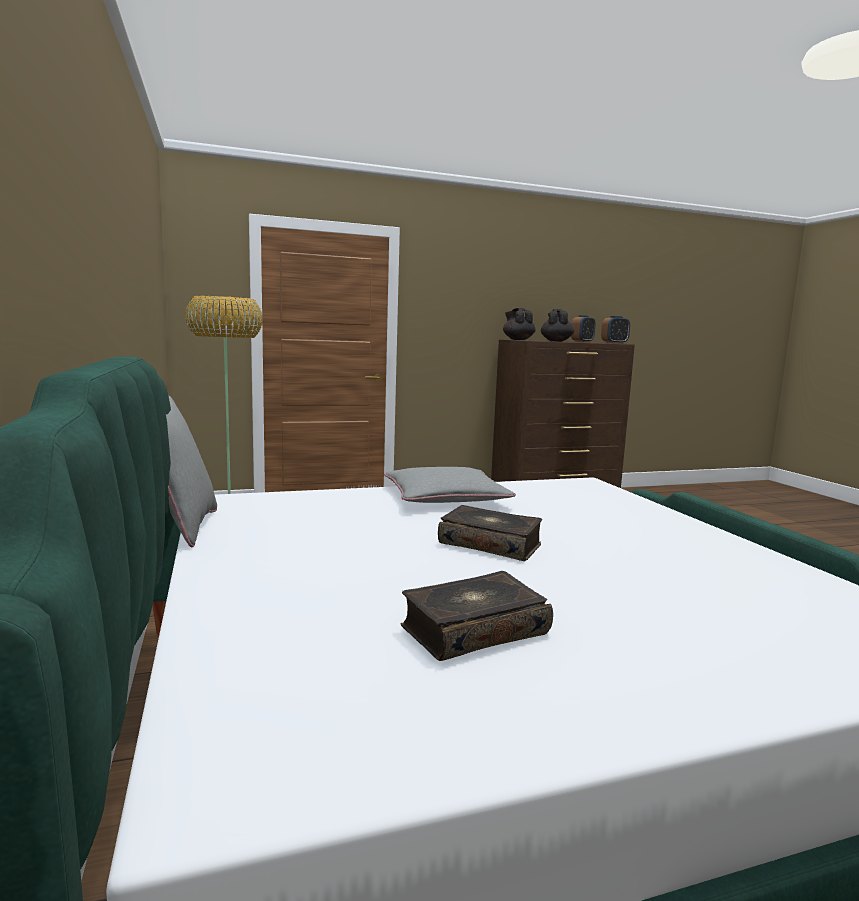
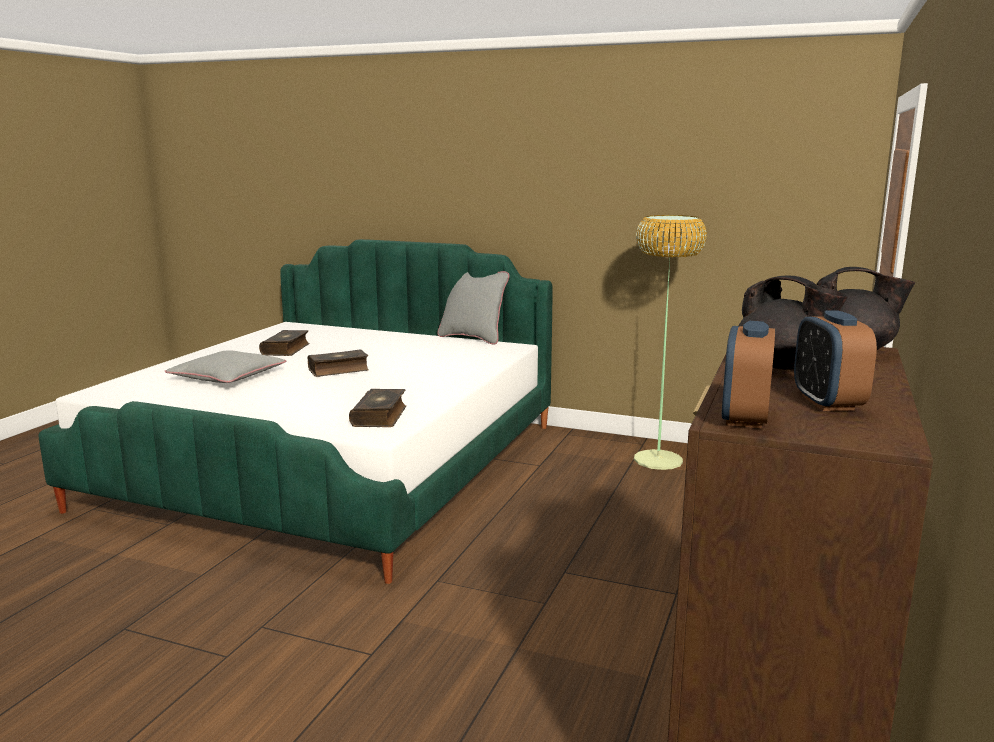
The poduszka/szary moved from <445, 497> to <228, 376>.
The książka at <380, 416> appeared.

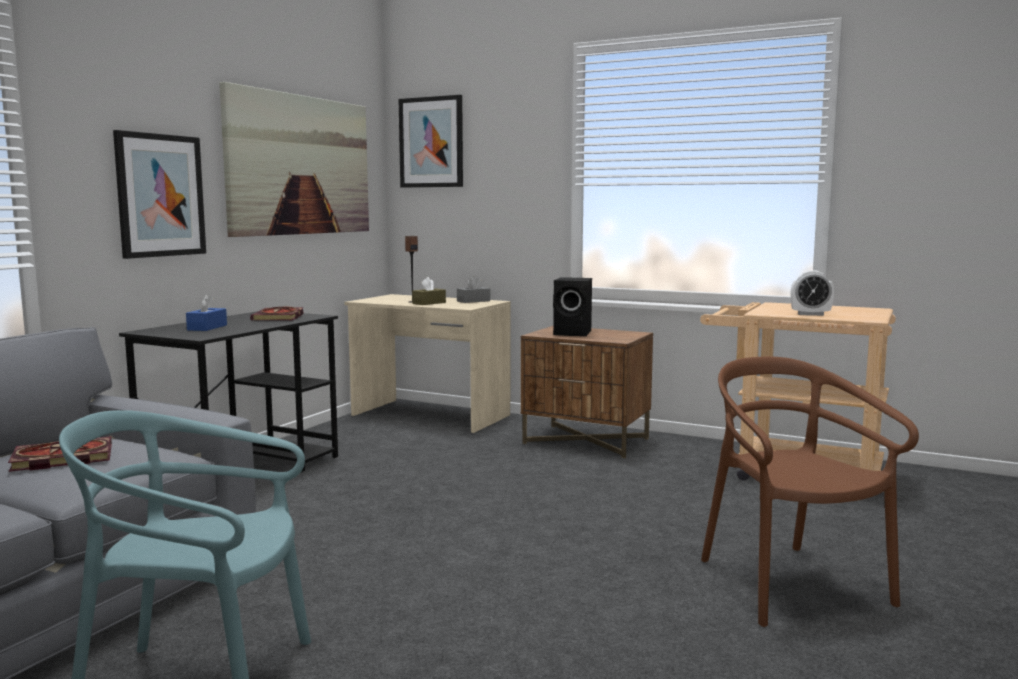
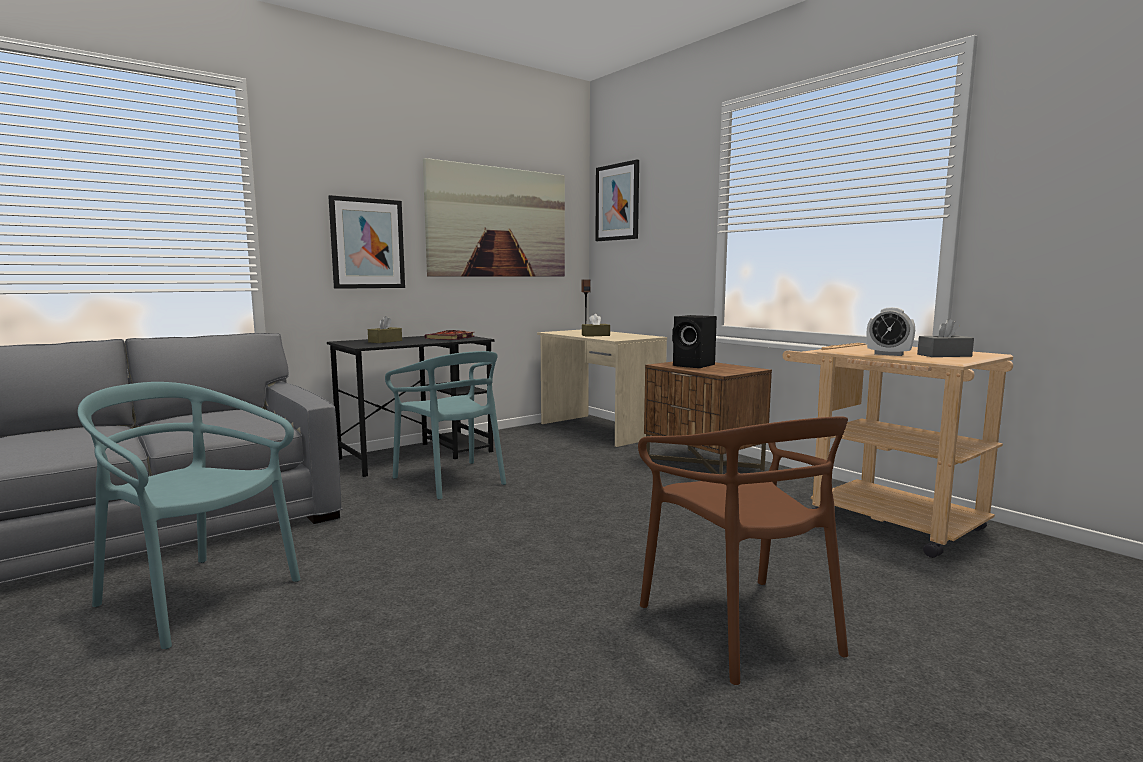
The książka at <60, 459> disappeared.
The pudełko chusteczek/niebieski at <207, 327> became the pudełko chusteczek/brązowy at <385, 341>.
The pudełko chusteczek/szary moved from <473, 301> to <944, 355>.
The krzesło/brązowy at <790, 584> turned 150 degrees clockwise.
The krzesło/turkusowy at <451, 480> appeared.

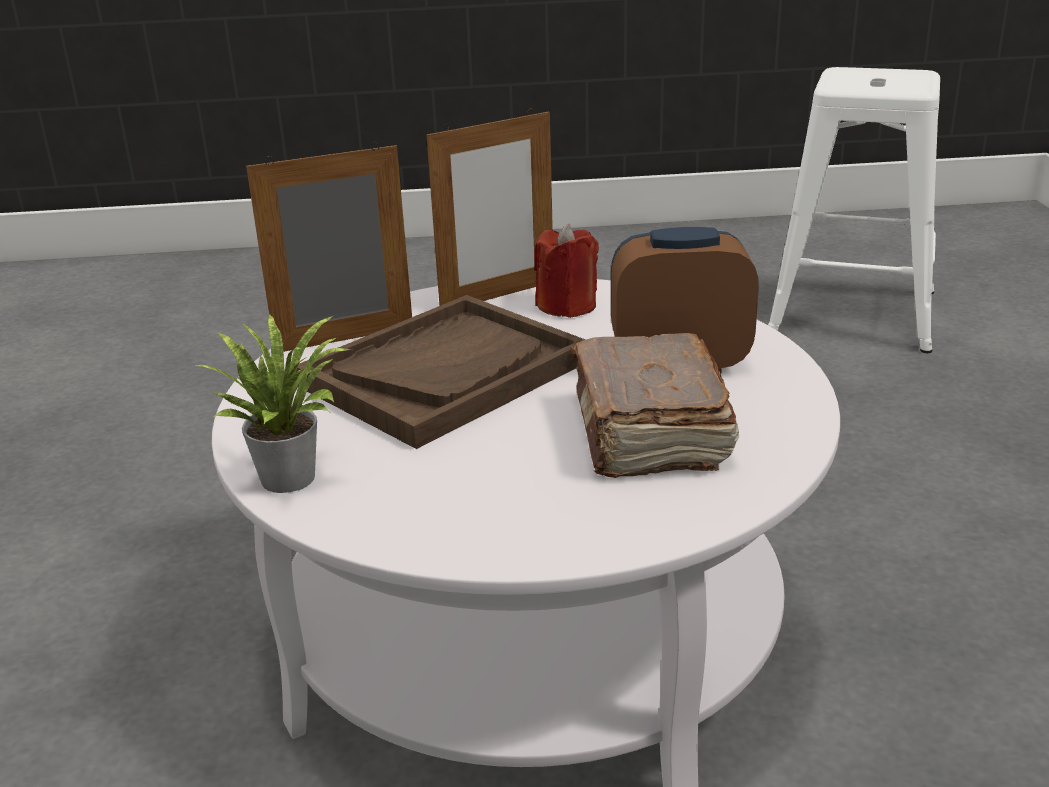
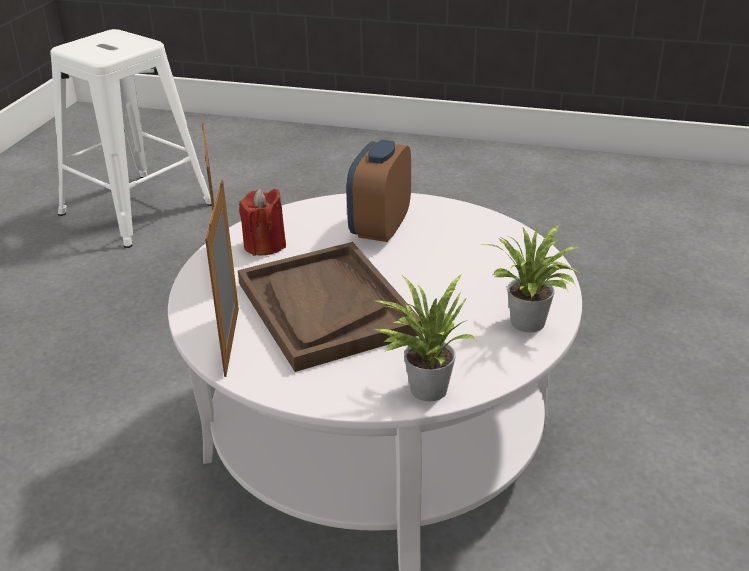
The książka/brązowy at <648, 434> disappeared.
The roślina doniczkowa at <529, 325> appeared.

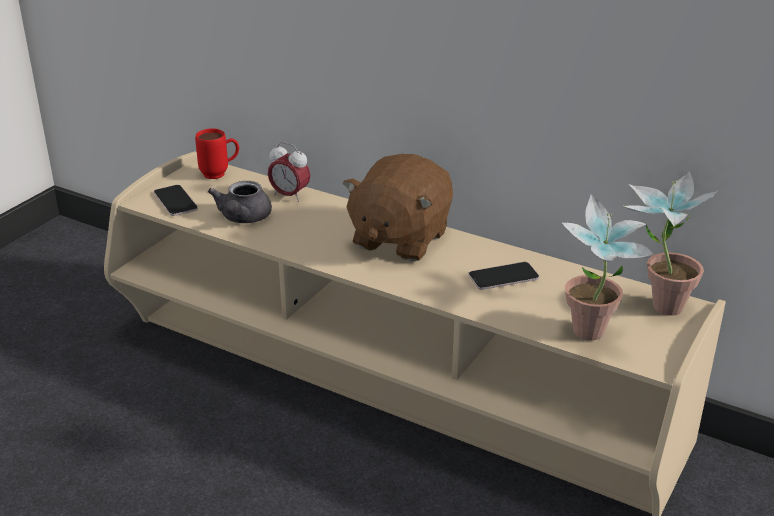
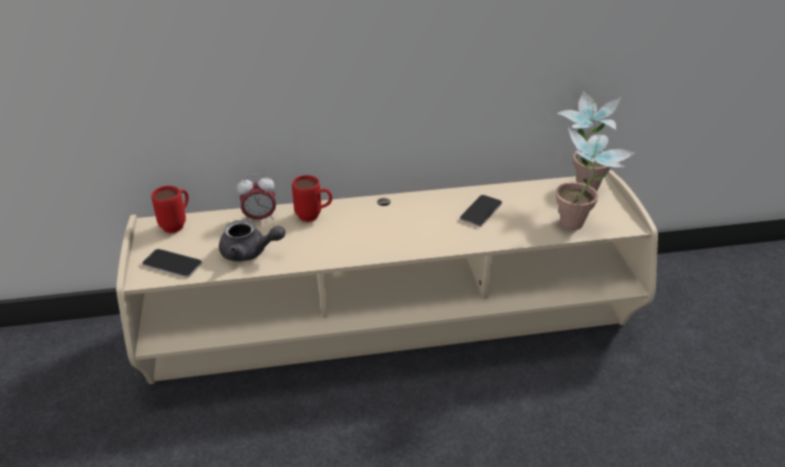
The imbryk/szary at <243, 219> turned 45 degrees counterclockwise.
The pluszak/brązowy at <399, 238> disappeared.
The kubek/czerwony at <314, 217> appeared.

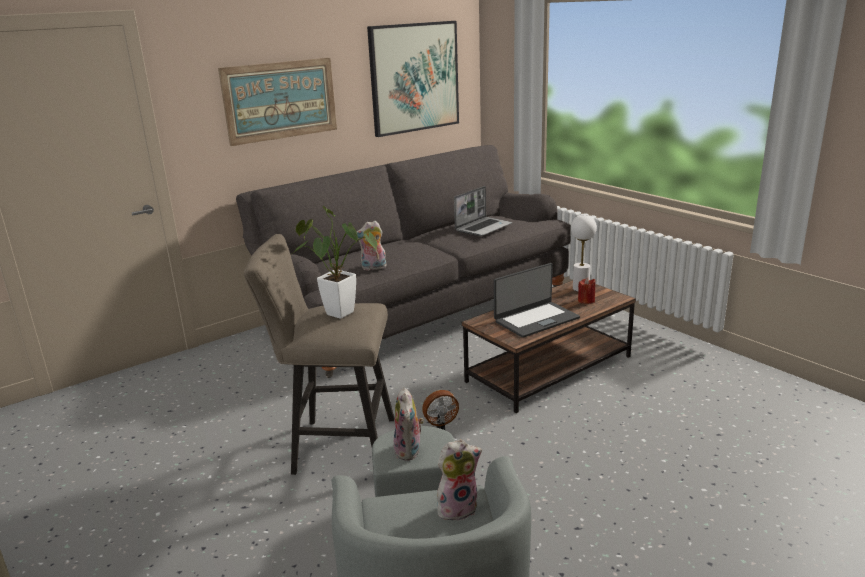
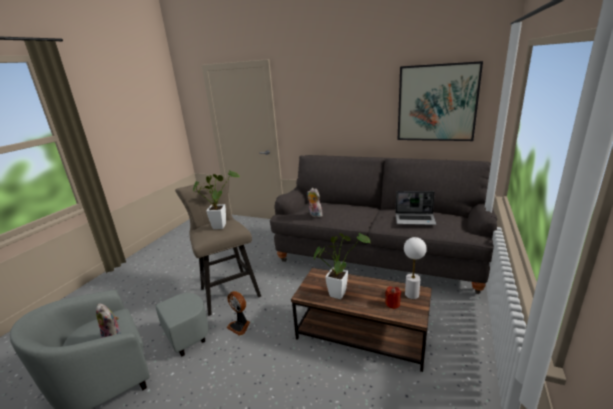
The obraz at <280, 100> disappeared.
The pluszak at <409, 451> disappeared.
The laptop at <536, 319> was replaced by the roślina doniczkowa at <339, 292>.

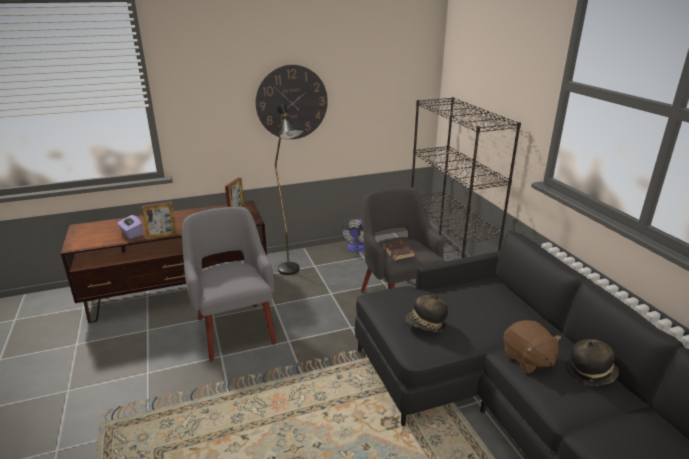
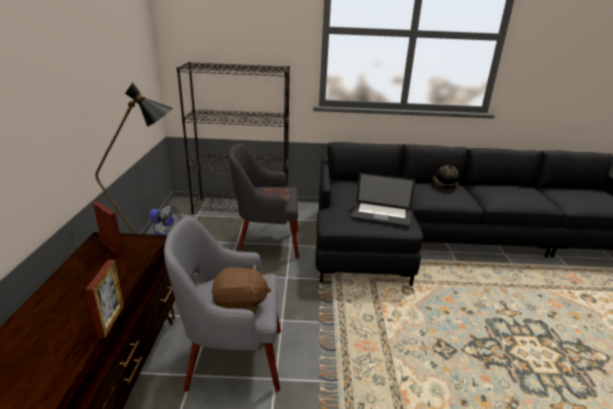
The pudełko chusteczek/fioletowy at <131, 234> disappeared.
The zegar ścienny at <292, 102> disappeared.
The kapelusz at <426, 325> was replaced by the laptop at <381, 215>.
The pluszak/brązowy moved from <527, 359> to <240, 304>.

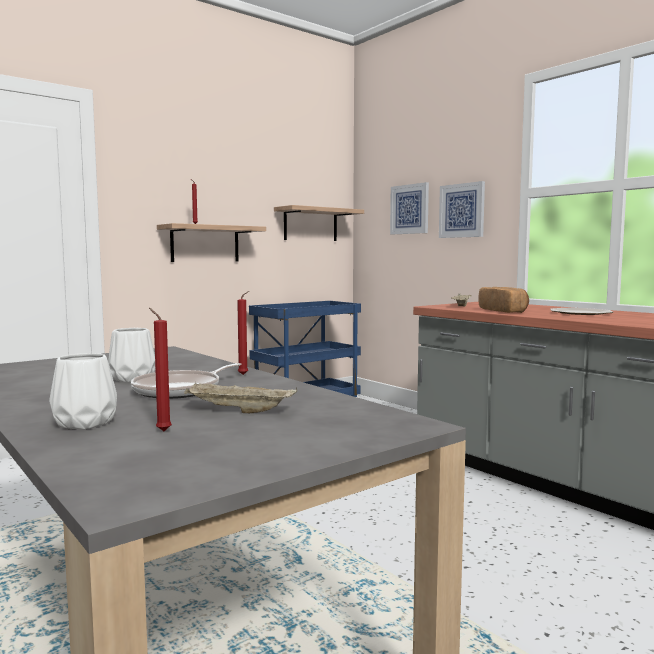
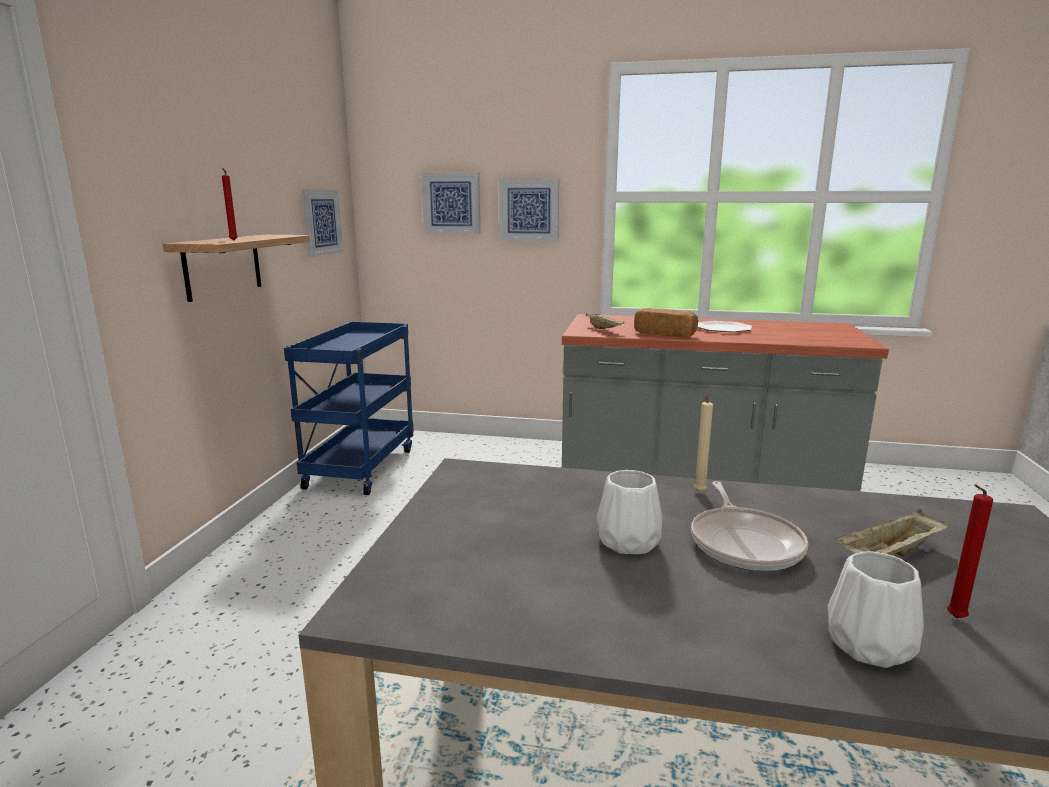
The świeca/czerwony at <244, 374> became the świeca/beżowy at <699, 491>.
The półka at <310, 225> was replaced by the obraz at <321, 222>.

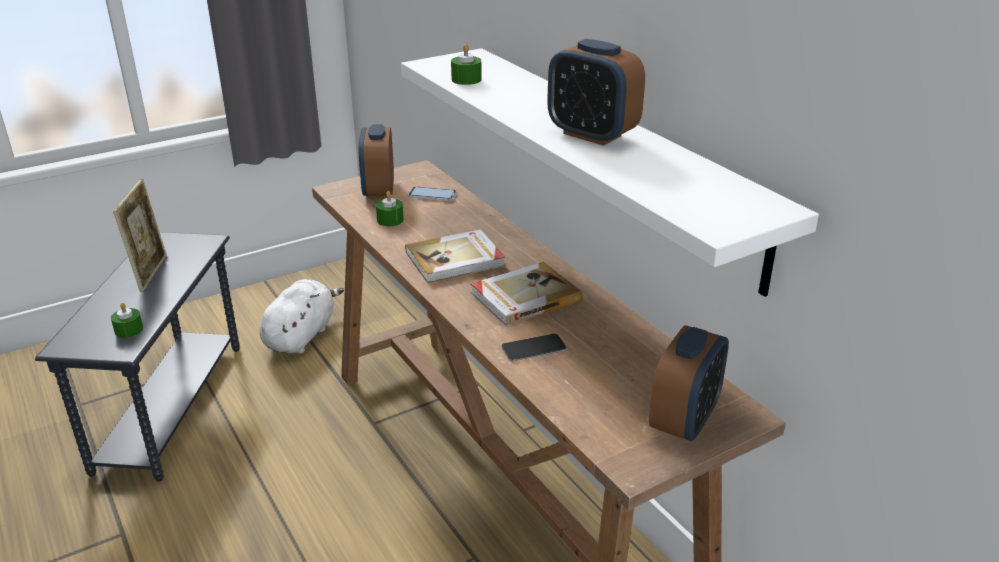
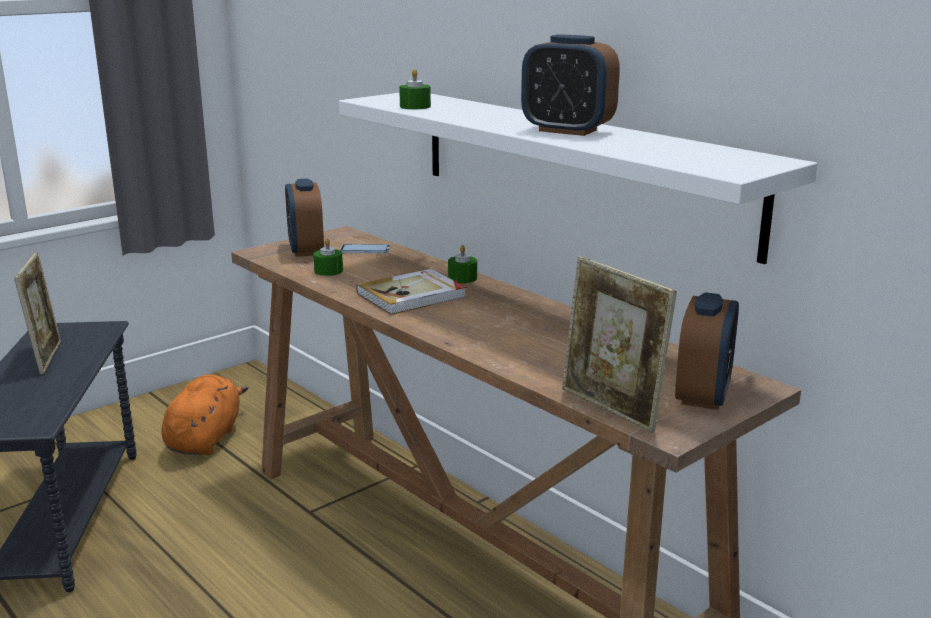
The świeca/zielony moved from <129, 330> to <462, 278>.
The pluszak/biały at <301, 336> became the pluszak/pomarańczowy at <205, 439>.
The książka at <524, 296> disappeared.
The telefon at <533, 348> disappeared.
The ramka na zdjęcie at <611, 409> appeared.

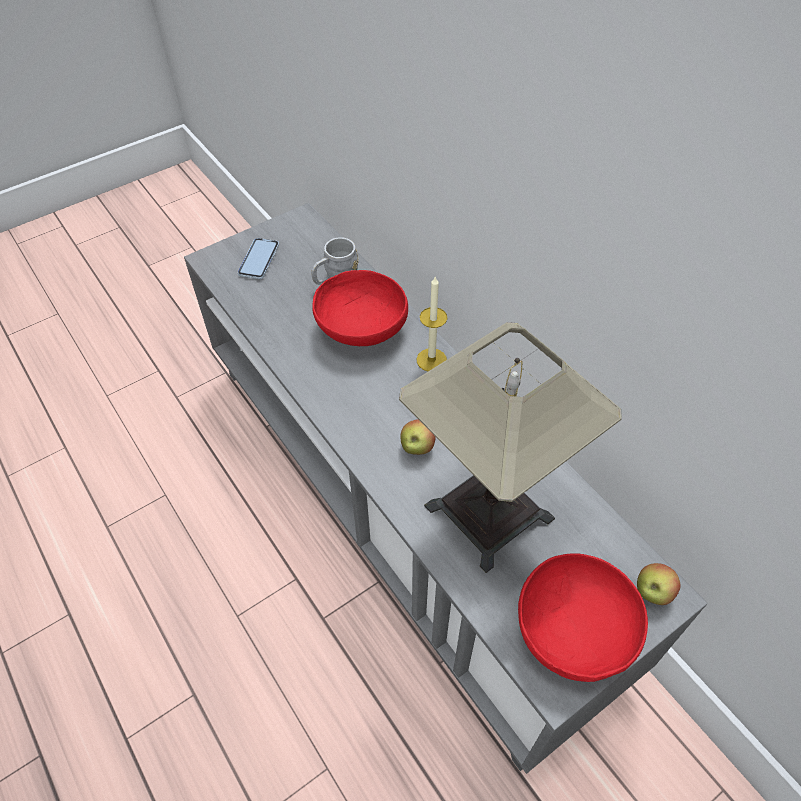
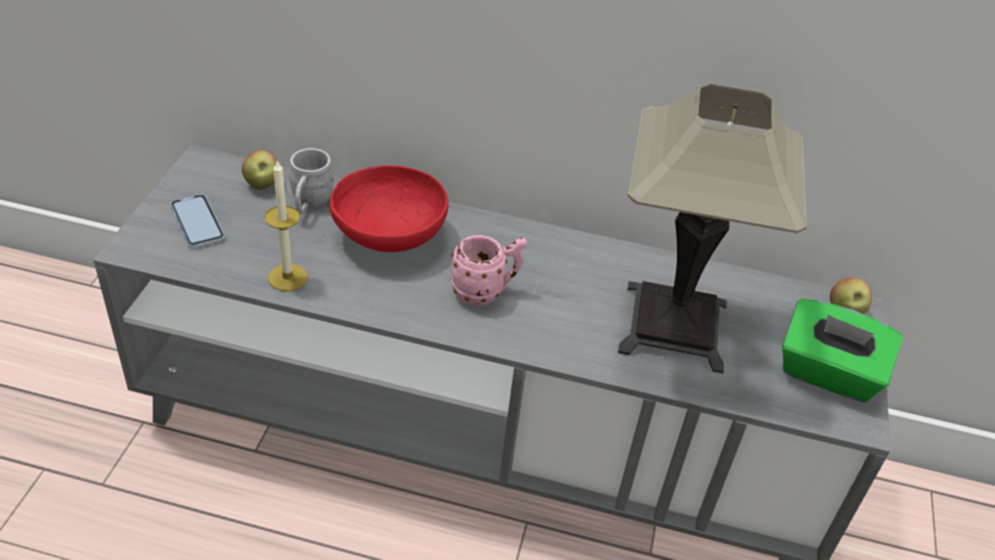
The jabłko moved from <417, 447> to <262, 185>.
The świeca moved from <431, 360> to <287, 277>.
The miska/czerwony at <574, 631> was replaced by the pudełko chusteczek/zielony at <827, 374>.
The kubek/różowy at <485, 291> appeared.

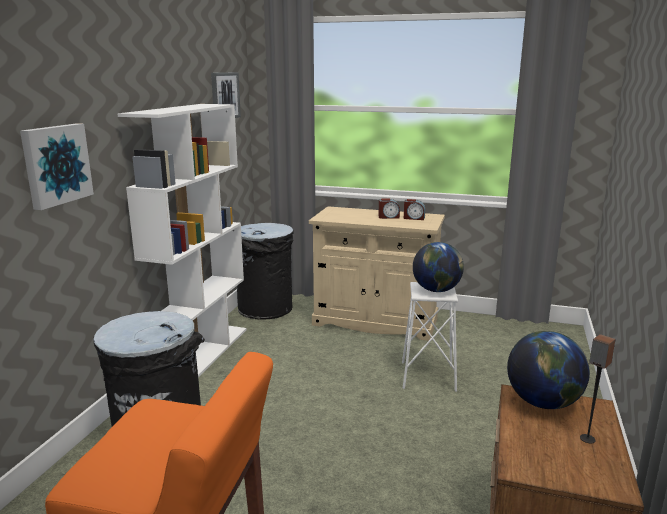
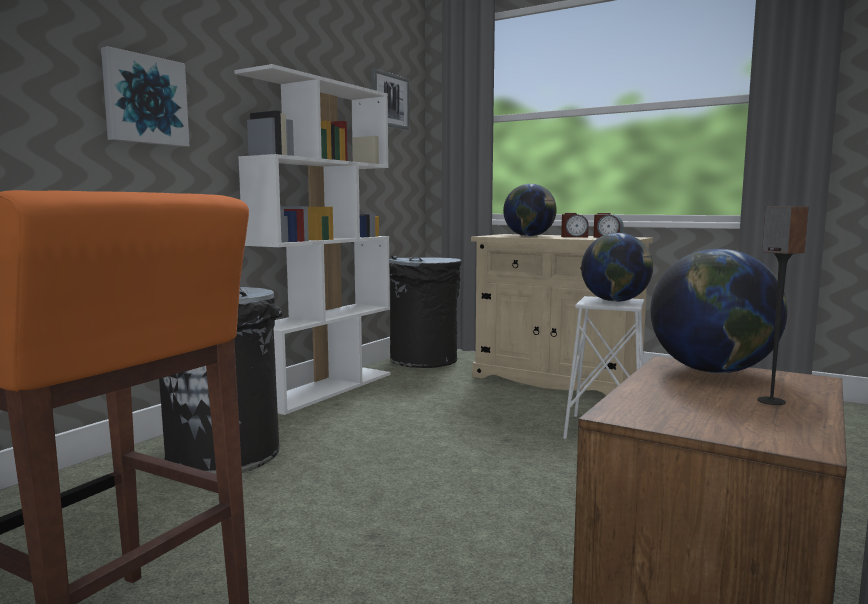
The globus at <529, 236> appeared.

